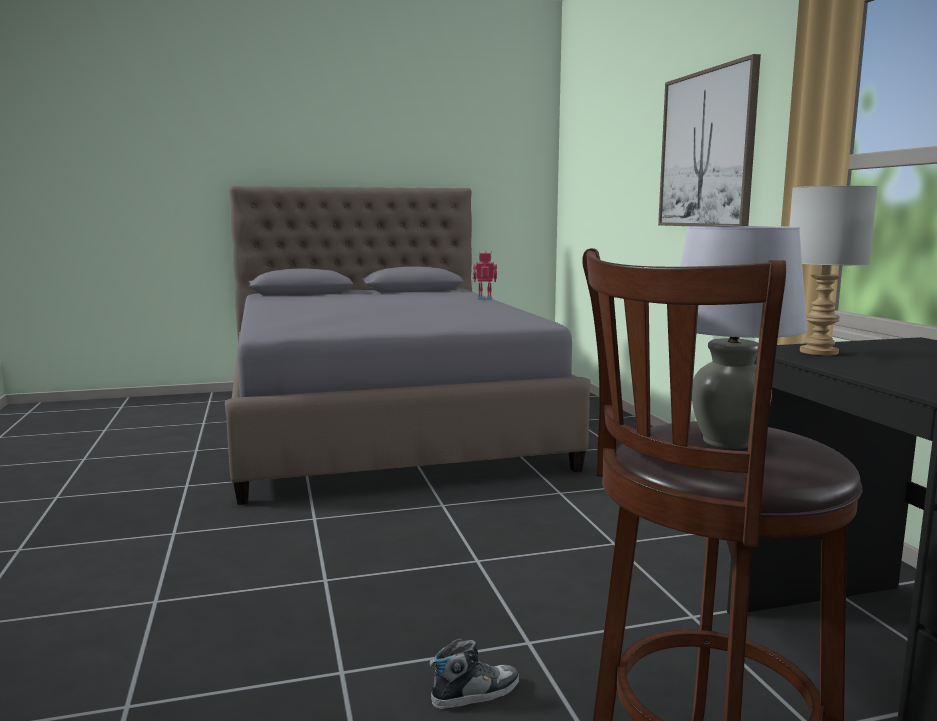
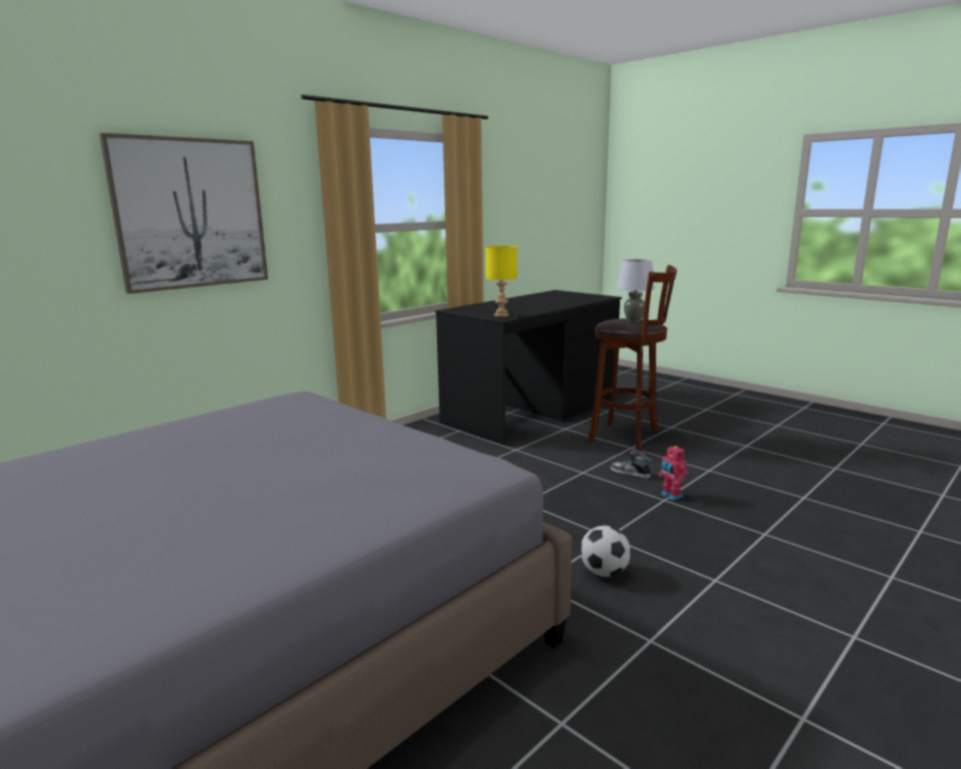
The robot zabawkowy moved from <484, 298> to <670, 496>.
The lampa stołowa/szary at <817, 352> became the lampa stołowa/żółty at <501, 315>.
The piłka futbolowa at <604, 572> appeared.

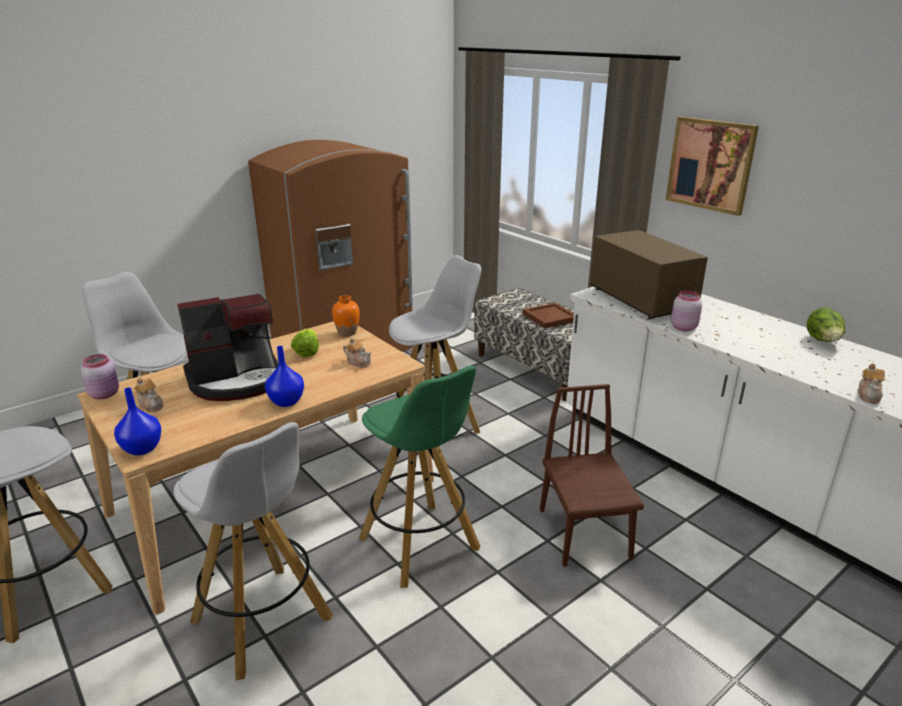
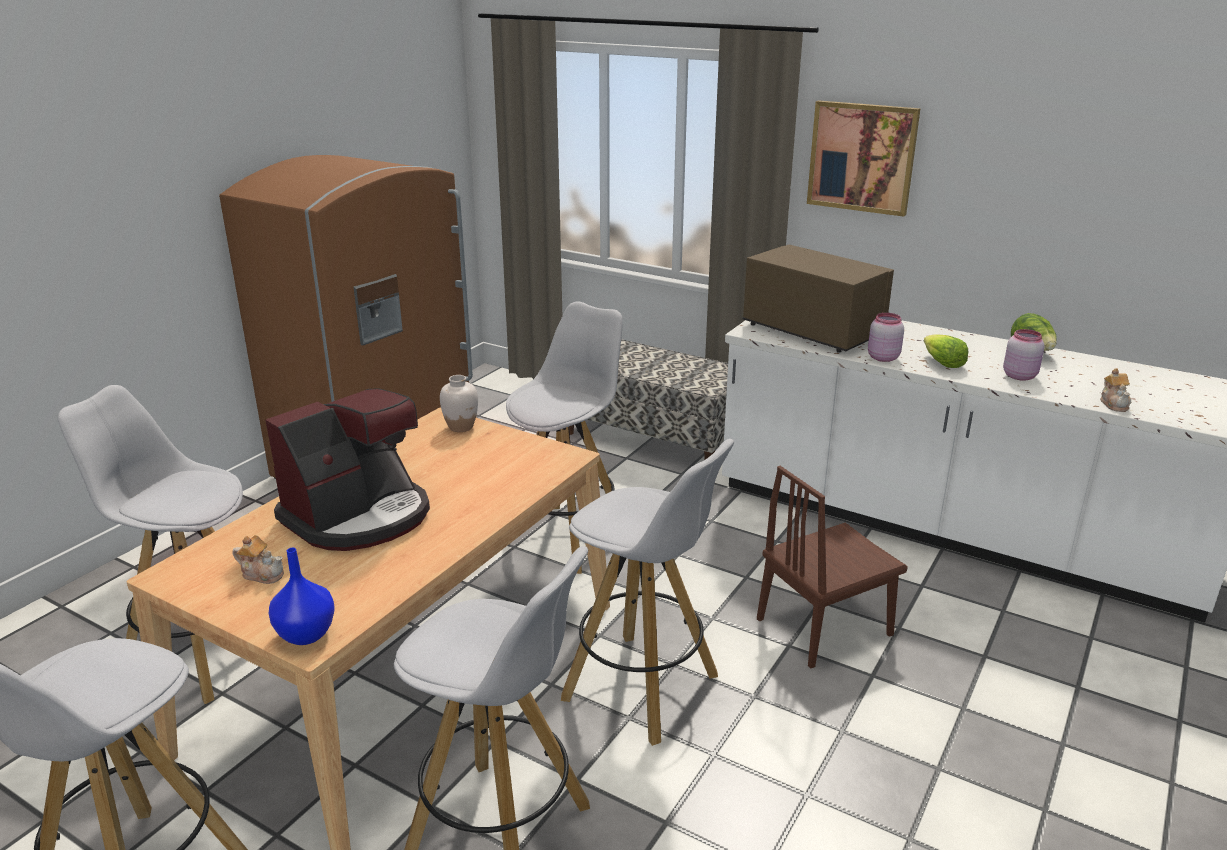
The słoik/różowy moved from <105, 394> to <1019, 376>.
The wazon/niebieski at <285, 402> disappeared.
The sałata moved from <307, 351> to <942, 363>.
The wazon/pomarańczowy at <347, 333> became the wazon/biały at <461, 427>.
The imbryk at <358, 362> disappeared.
The stołek/zielony at <420, 545> became the stołek/biały at <643, 688>.
The taca/brązowy at <550, 318> disappeared.
The krzesło/brązowy at <584, 533> turned 90 degrees counterclockwise.

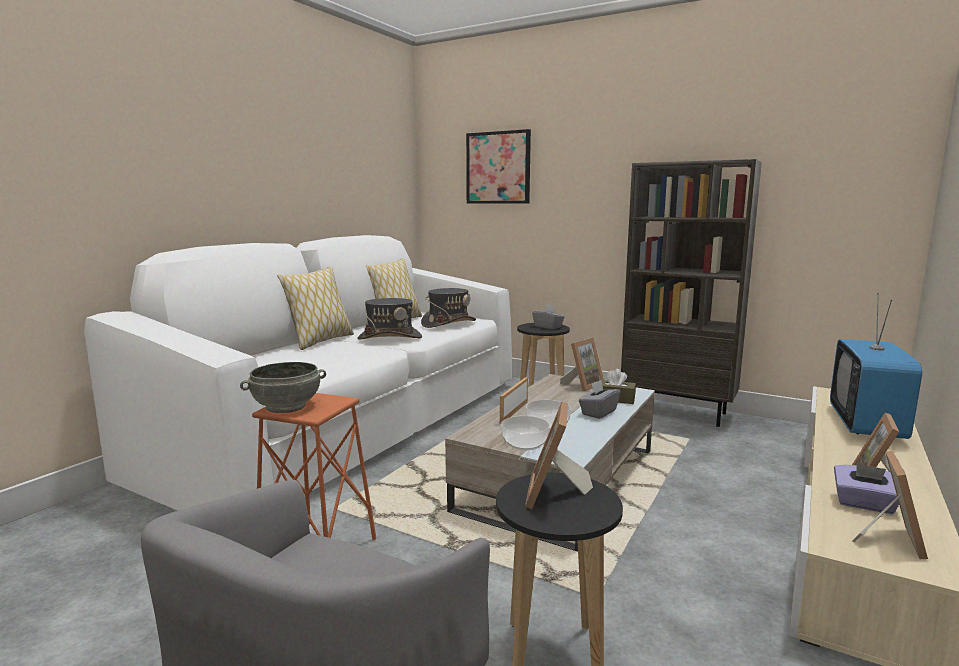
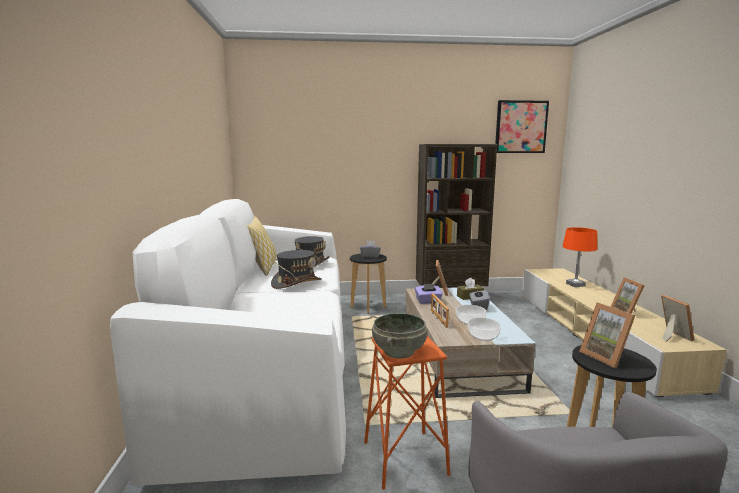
The poduszka at <319, 341> disappeared.
The obraz moved from <498, 168> to <520, 127>.
The telewizor at <866, 424> was replaced by the lampa stołowa/pomarańczowy at <575, 285>.
The pudełko chusteczek/fioletowy moved from <864, 504> to <428, 301>.

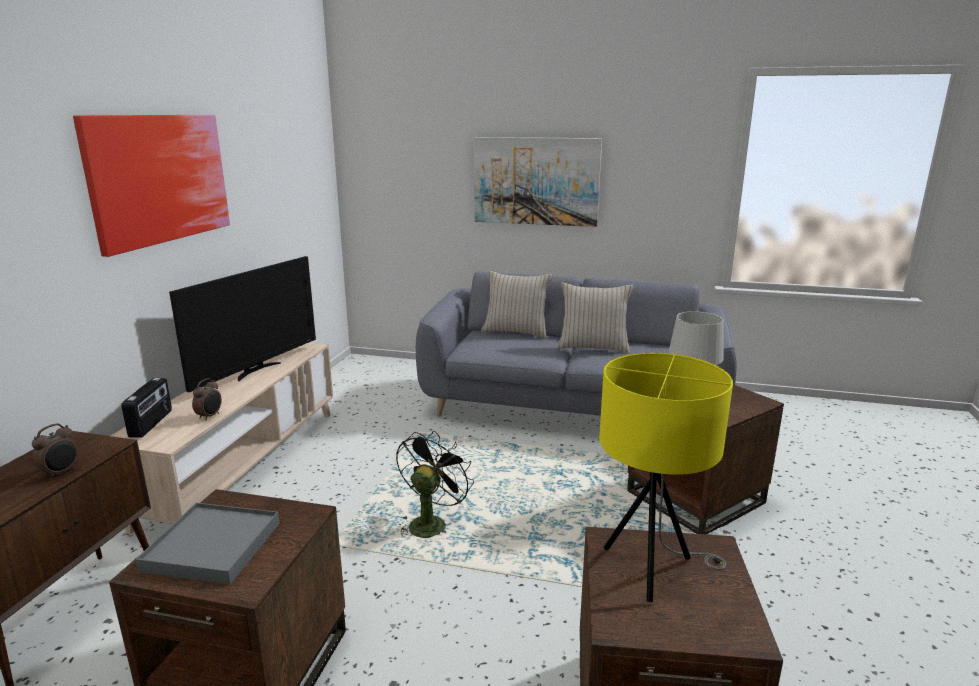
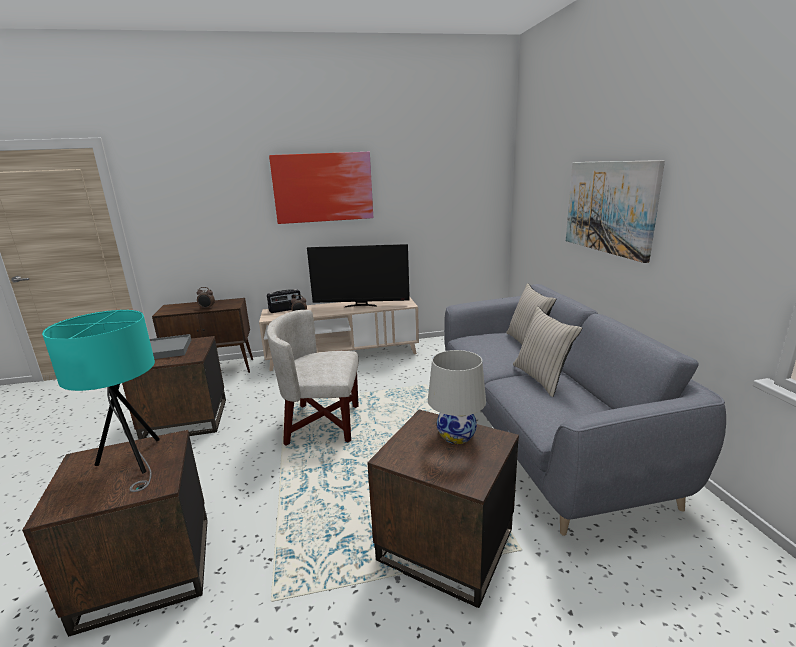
The wentylator/czarny at <430, 522> was replaced by the fotel/biały at <322, 423>.
The lampa stołowa/żółty at <652, 569> became the lampa stołowa/turkusowy at <134, 462>.

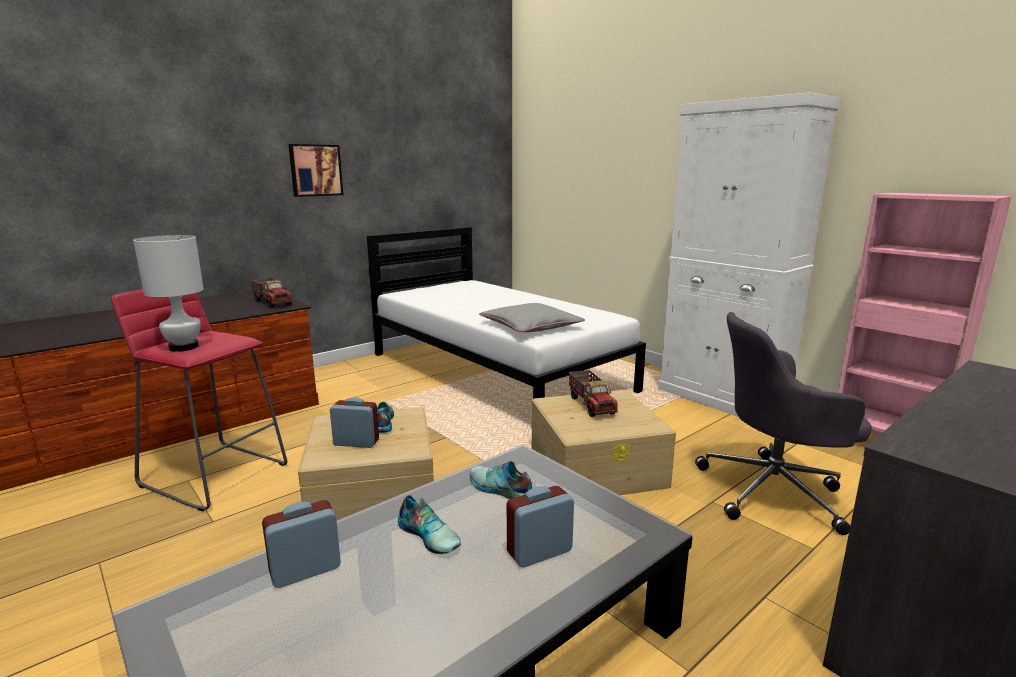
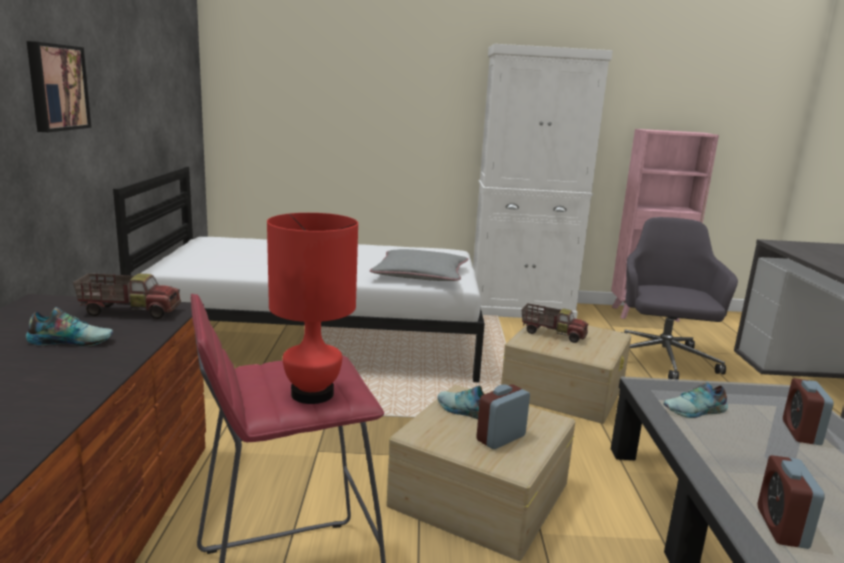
The lampa stołowa/biały at <183, 347> became the lampa stołowa/czerwony at <313, 394>.
The but moved from <430, 535> to <71, 340>.
The krzesło biurowe/szary at <774, 491> turned 150 degrees clockwise.

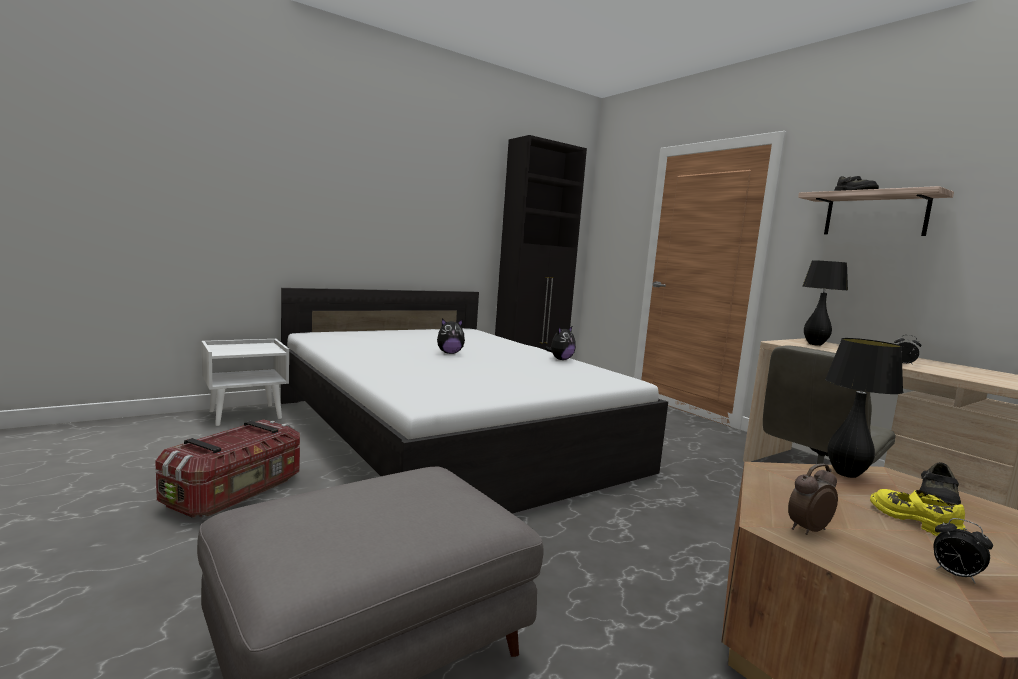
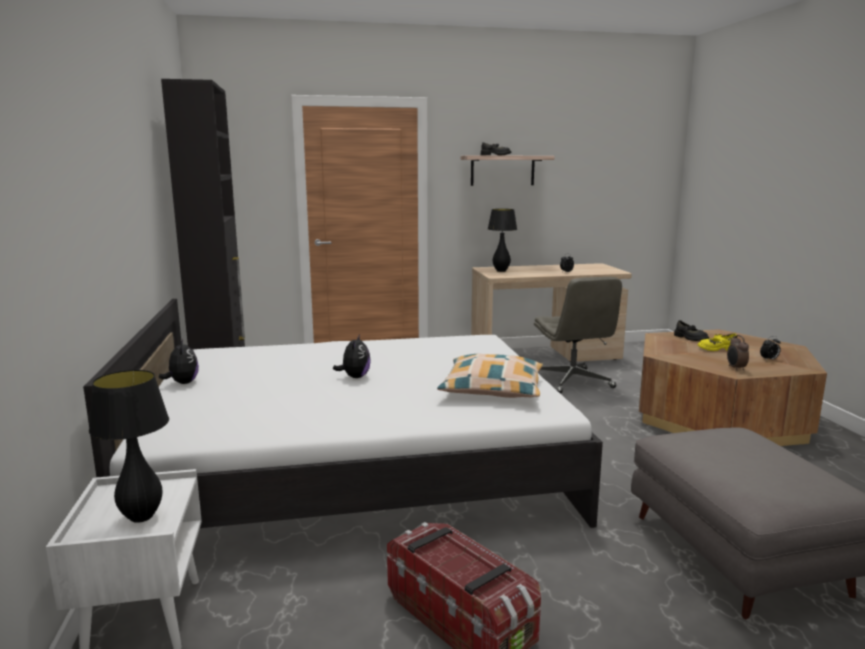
The pluszak moved from <560, 359> to <182, 383>.
The lampa stołowa/czarny moved from <846, 474> to <141, 517>.
The poduszka at <492, 389> appeared.

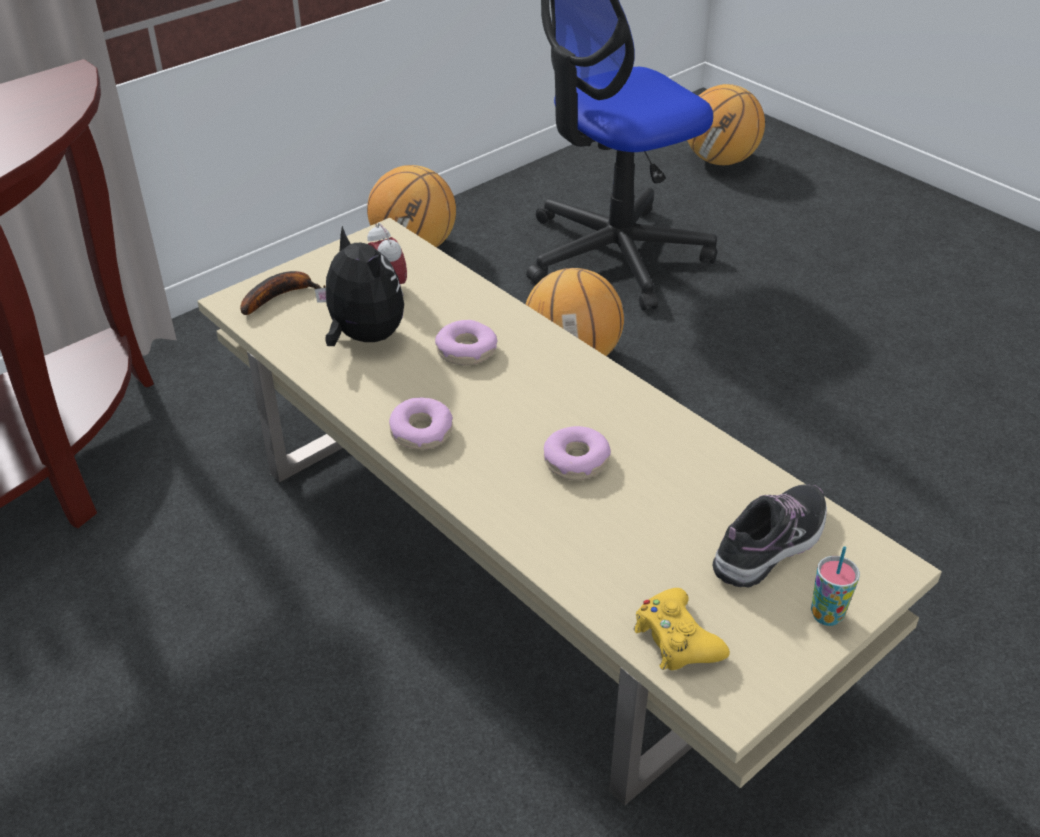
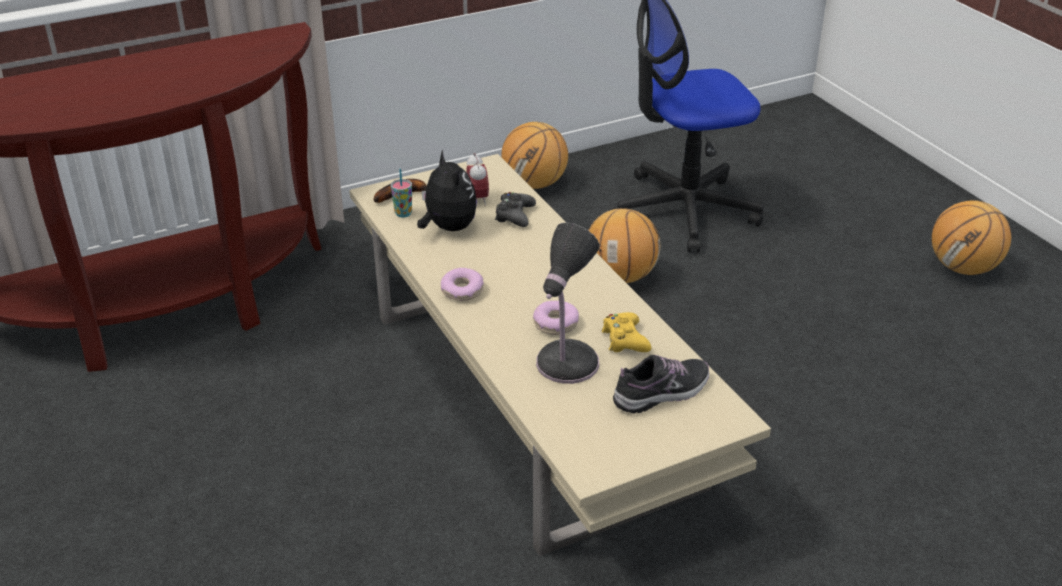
The donut at <466, 351> disappeared.
The pad do gier/żółty moved from <676, 639> to <625, 340>.
The piłka do koszykówki moved from <720, 160> to <963, 268>.
The filiżanka moved from <826, 615> to <403, 213>.
The pad do gier/czarny at <514, 215> appeared.
The lampa stołowa at <564, 365> appeared.

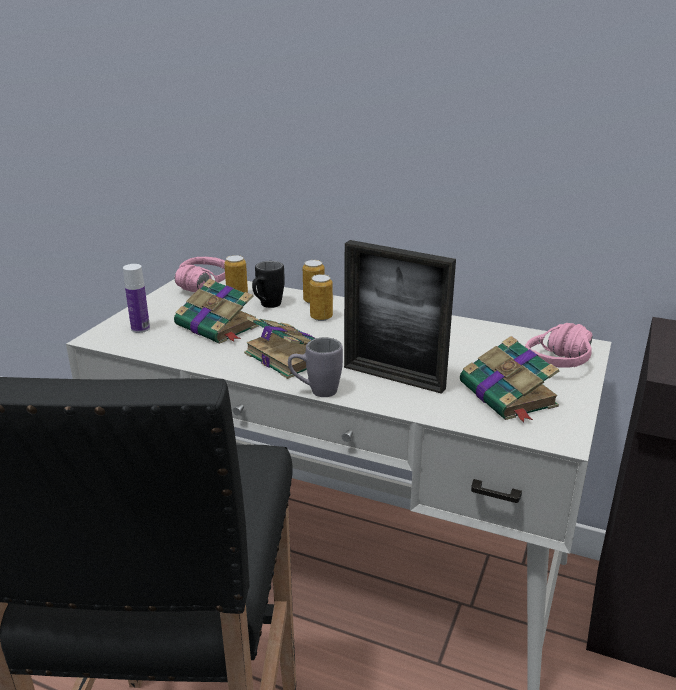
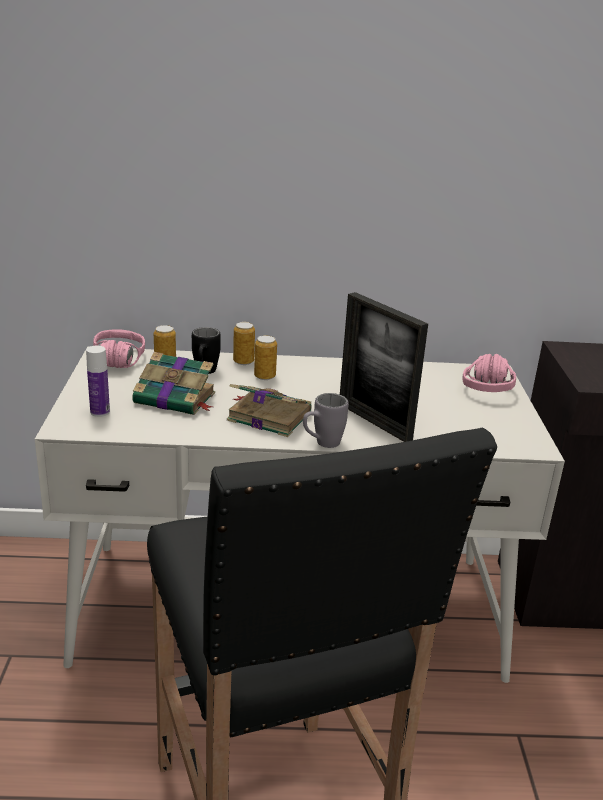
The ramka na zdjęcie at <393, 377> turned 45 degrees clockwise.
The książka at <508, 396> disappeared.

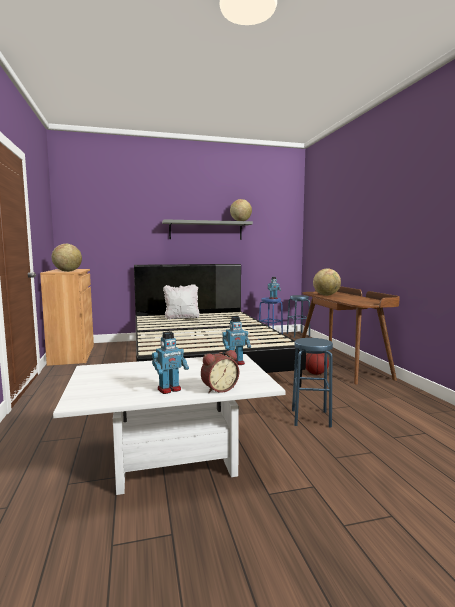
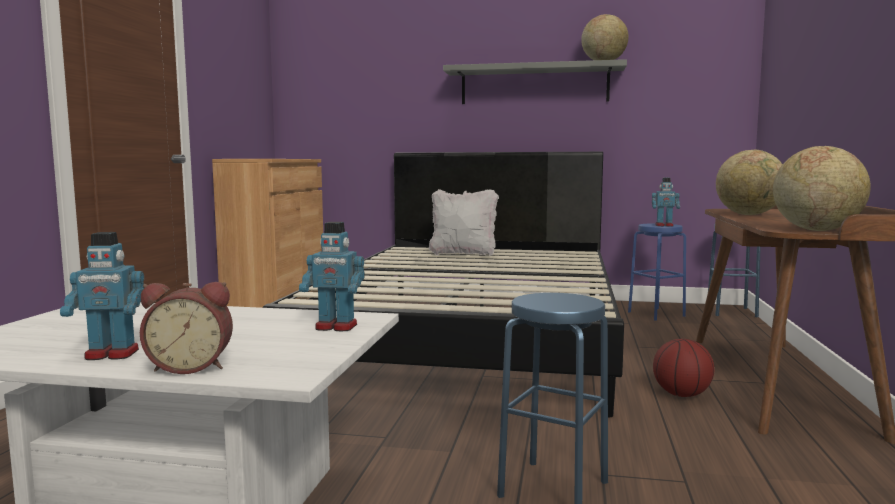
The globus moved from <67, 271> to <816, 230>.

